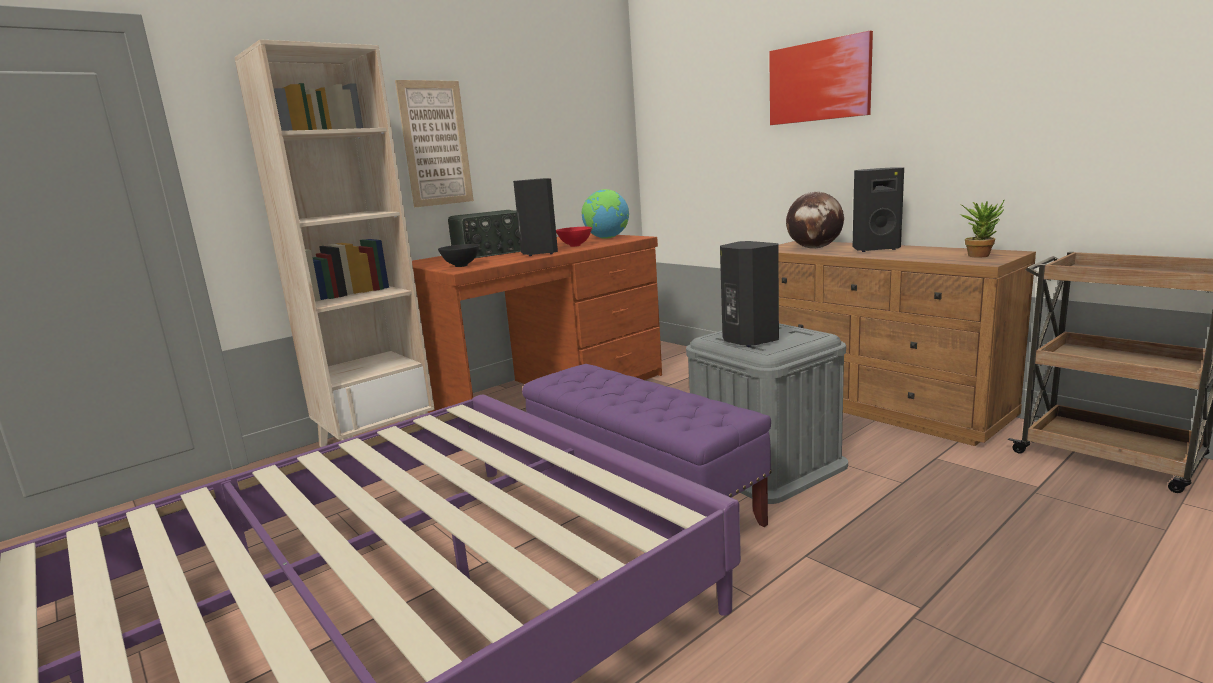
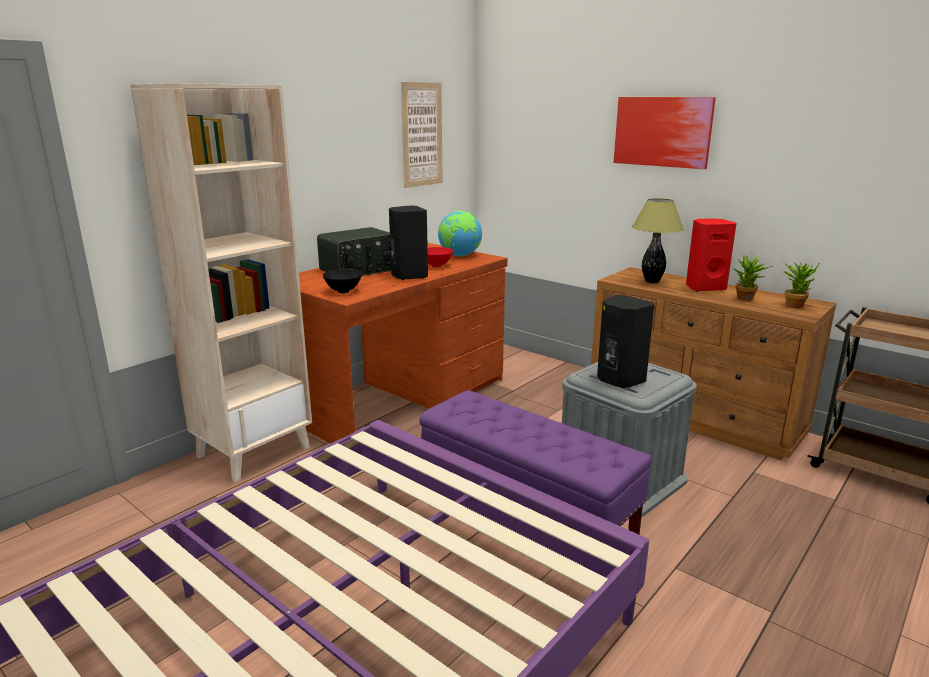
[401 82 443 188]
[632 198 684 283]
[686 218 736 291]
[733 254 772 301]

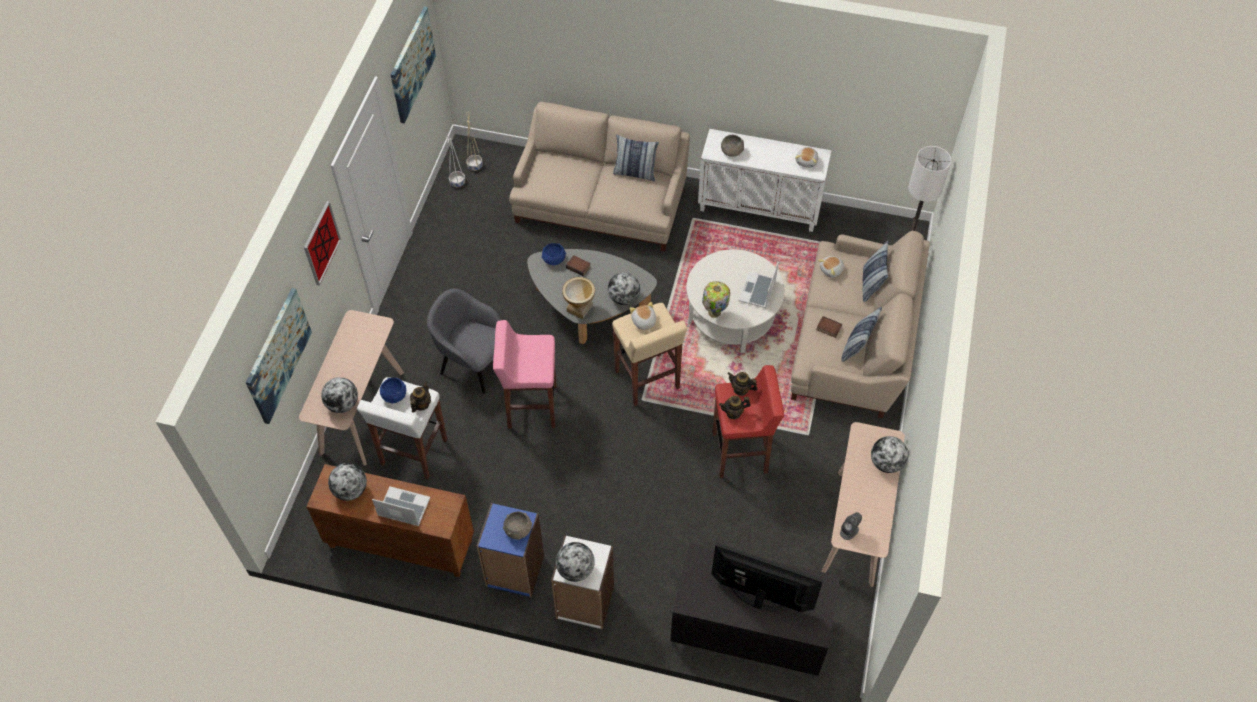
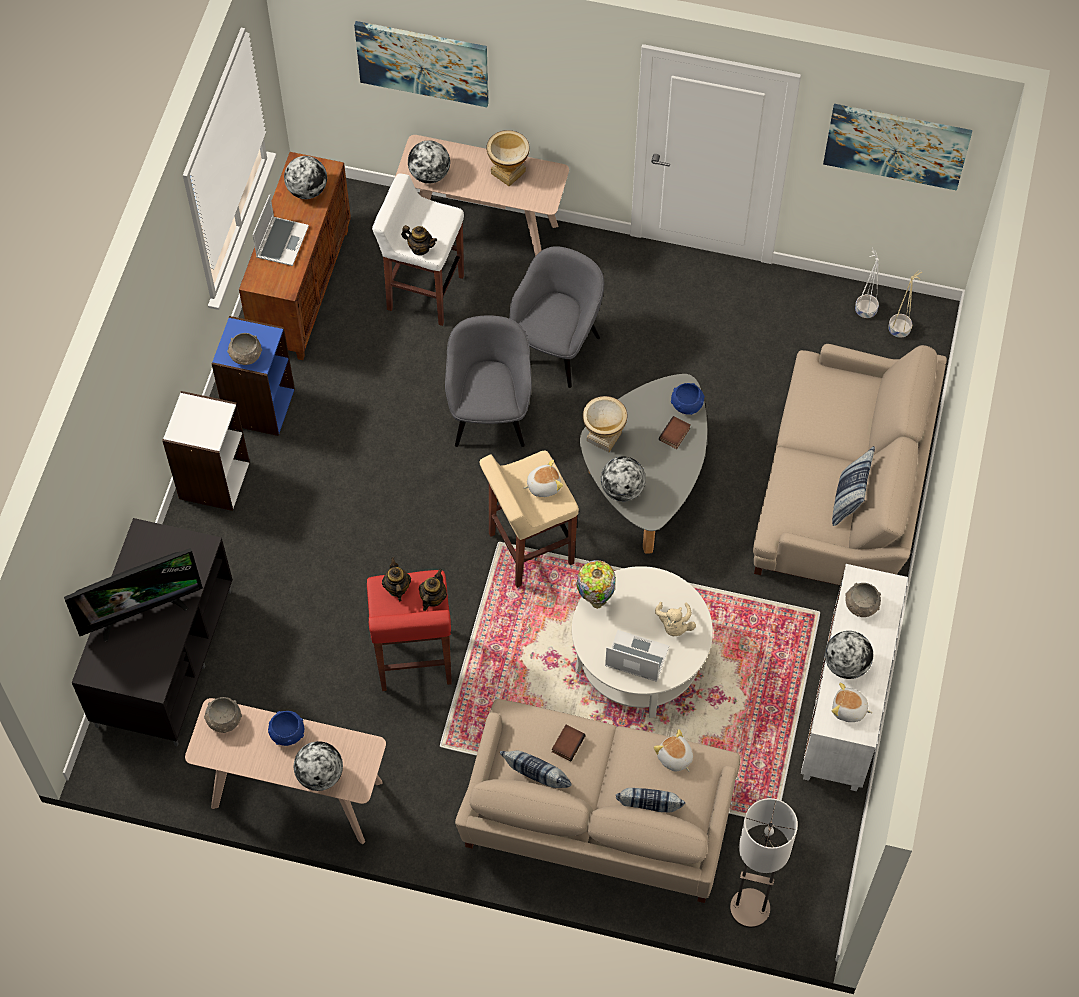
[304 201 341 286] (first image)
[268 711 304 746]
[445 315 532 447]
[825 631 873 679]
[64 548 203 641]
[204 697 242 733]
[486 130 530 186]
[655 602 696 636]

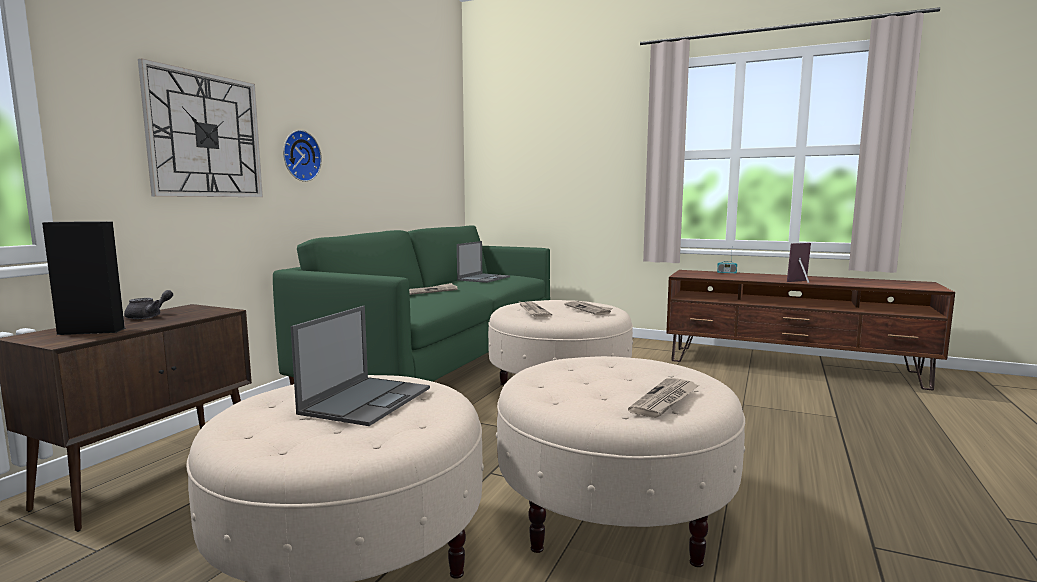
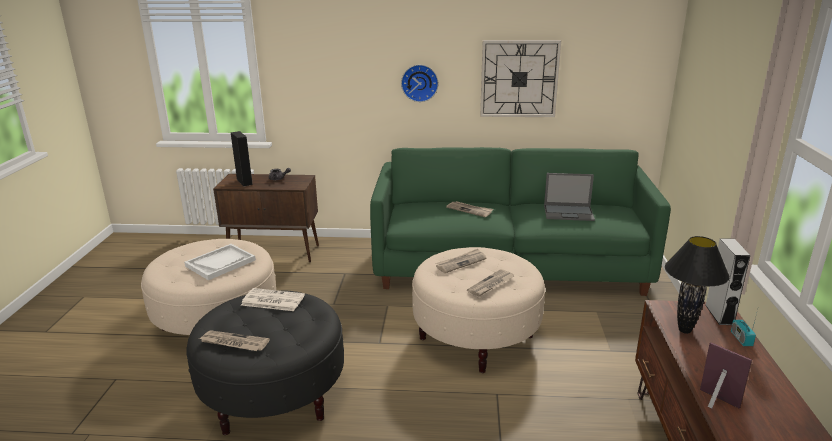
[480 40 561 117]
[184 244 256 280]
[186 290 344 435]
[241 288 305 311]
[665 236 730 334]
[705 238 750 325]

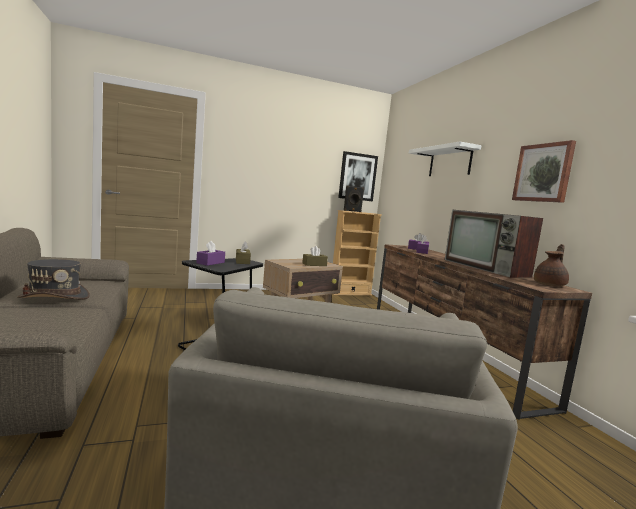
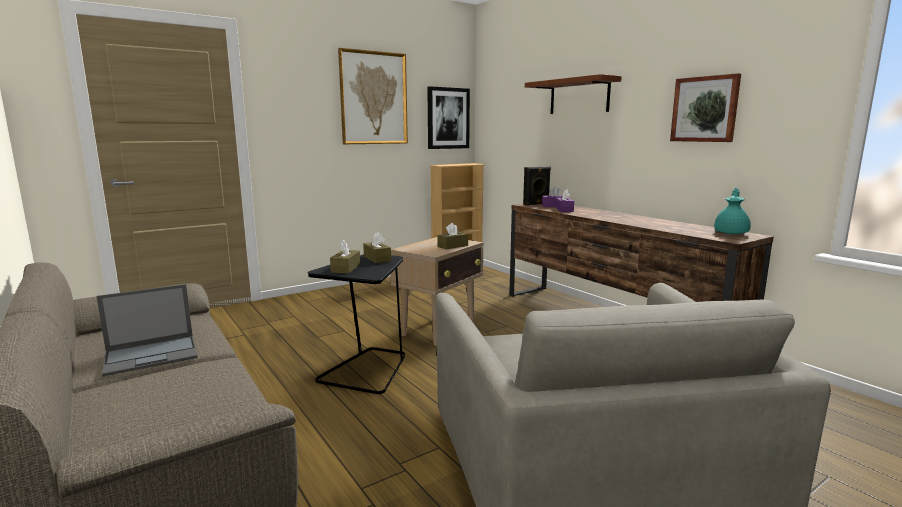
[96 284 198 376]
[330 240 360 273]
[523 167 551 206]
[525 74 622 114]
[445 210 543 278] (first image)
[714 188 751 234]
[338 48 408 144]

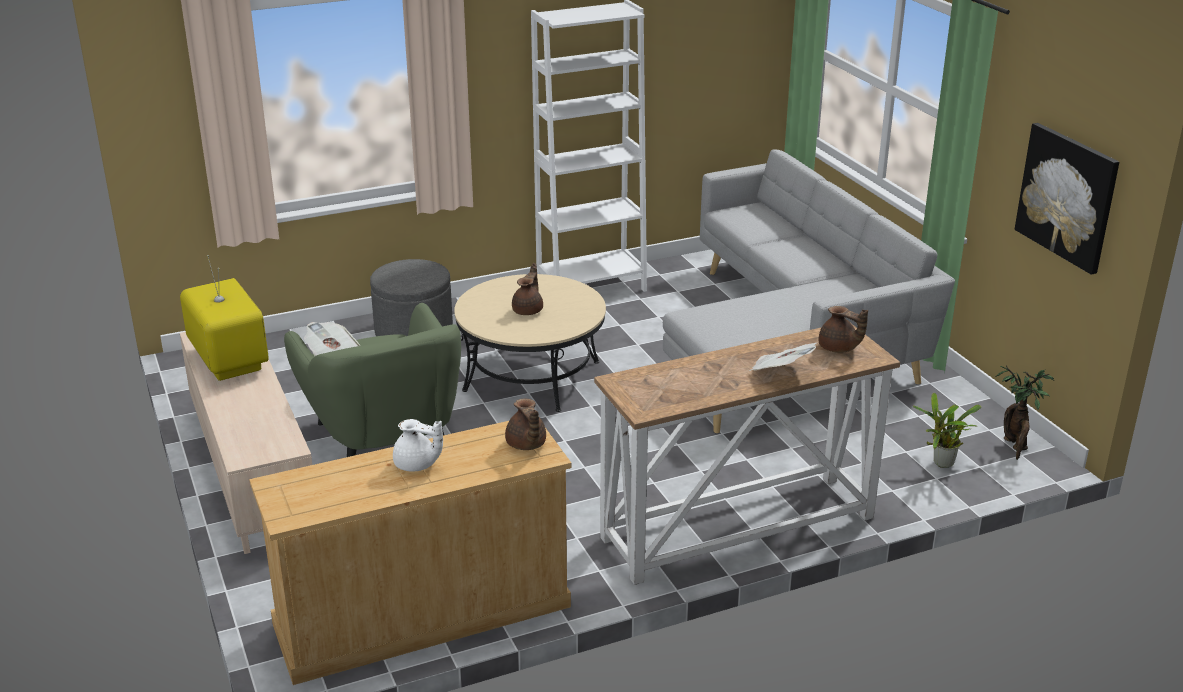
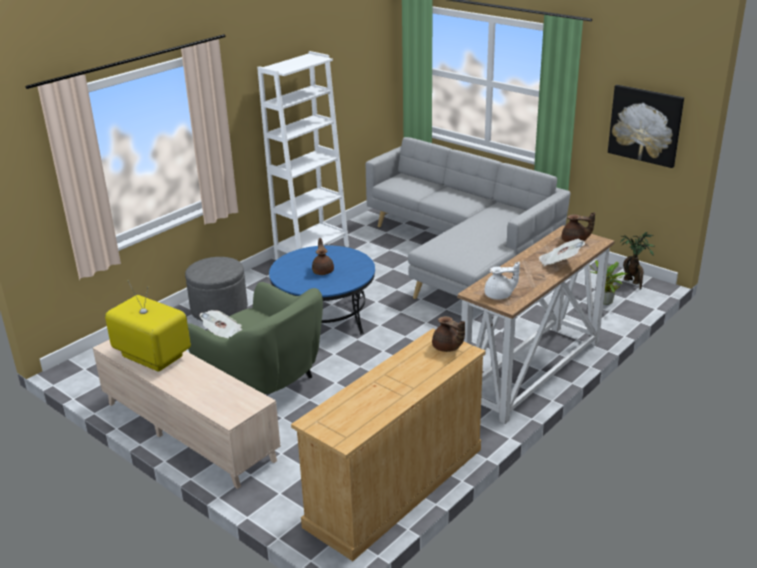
[485 262 520 299]
[269 245 375 335]

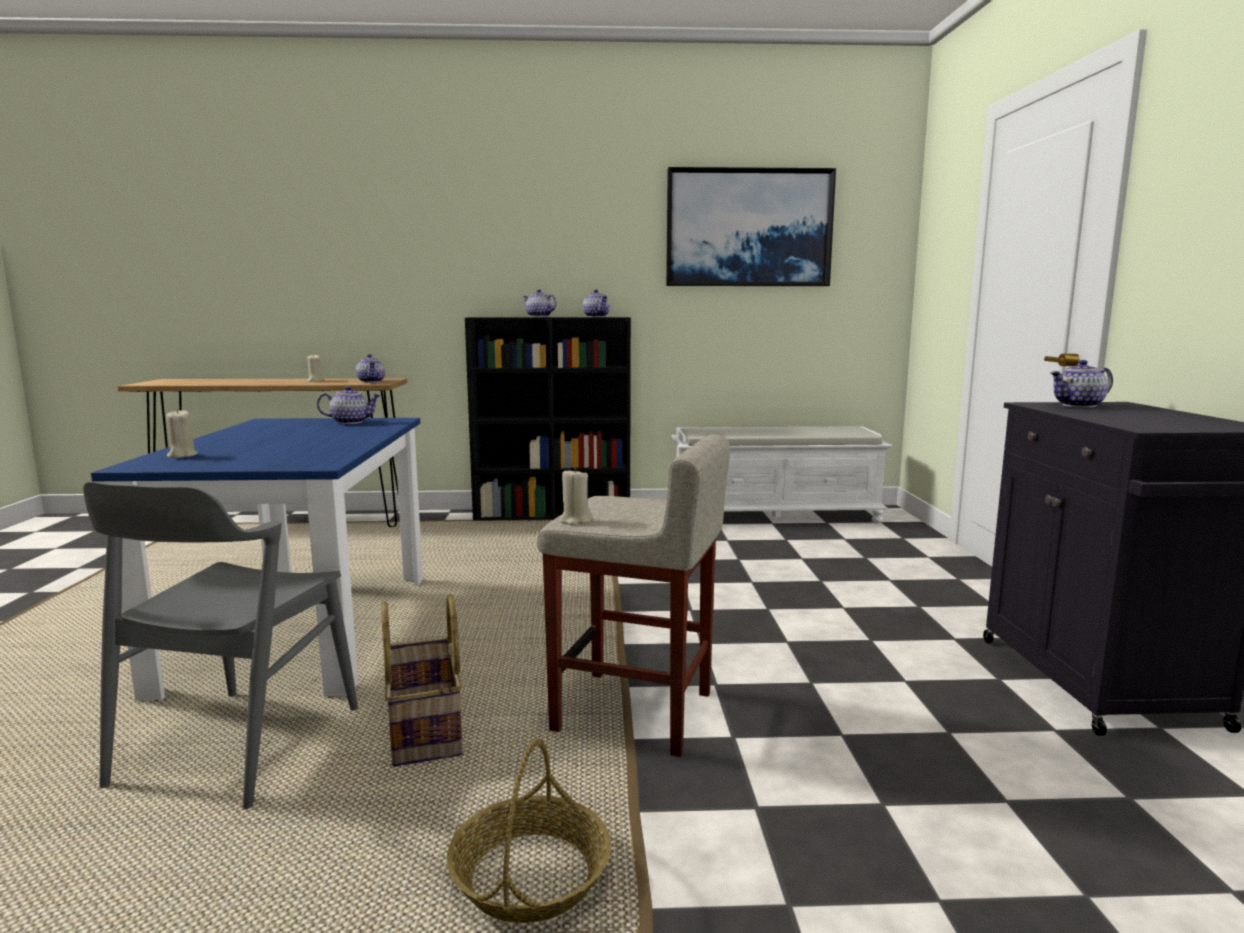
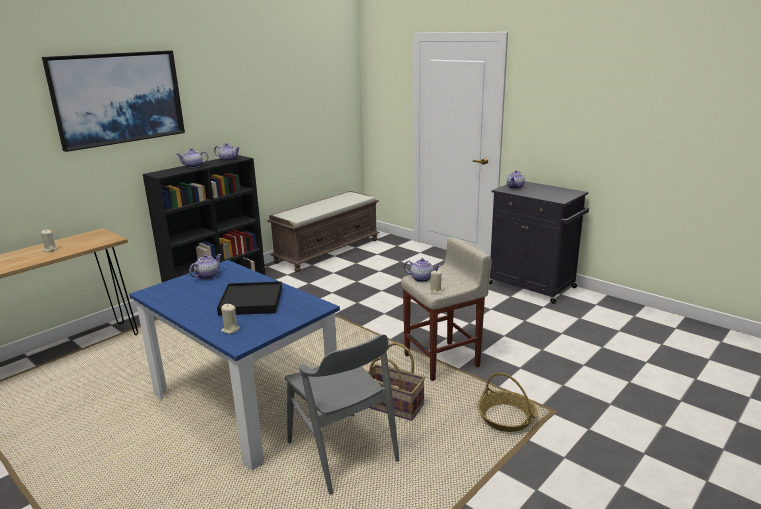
[404 258 441 282]
[42 51 185 152]
[267 191 380 272]
[217 281 282 316]

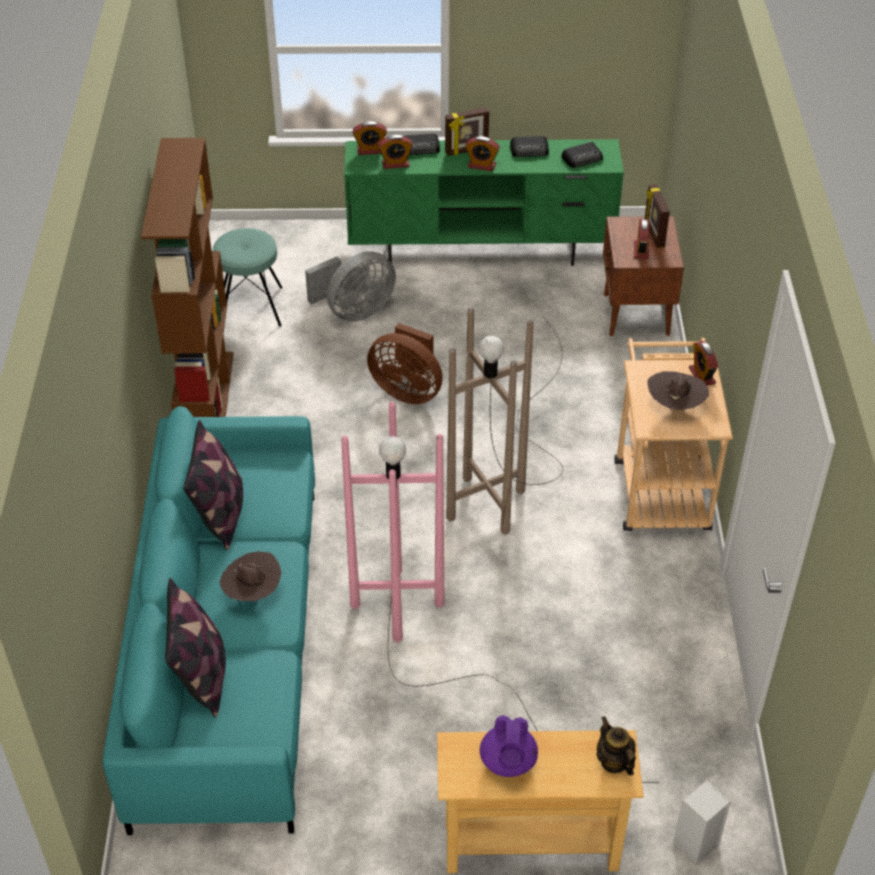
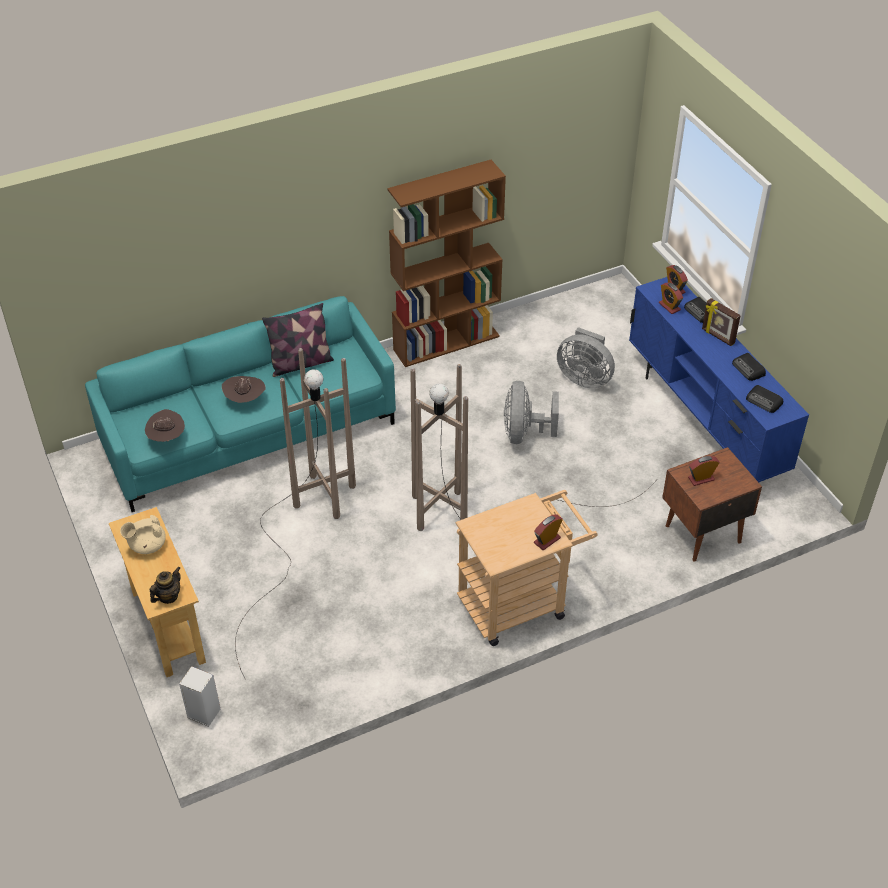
[165 578 226 718] (first image)
[213 228 283 326] (first image)
[235 348 356 678]
[629 277 809 482]
[504 381 559 444]
[465 136 500 171] (first image)
[120 515 166 554]
[645 184 670 248] (first image)
[145 409 185 442]

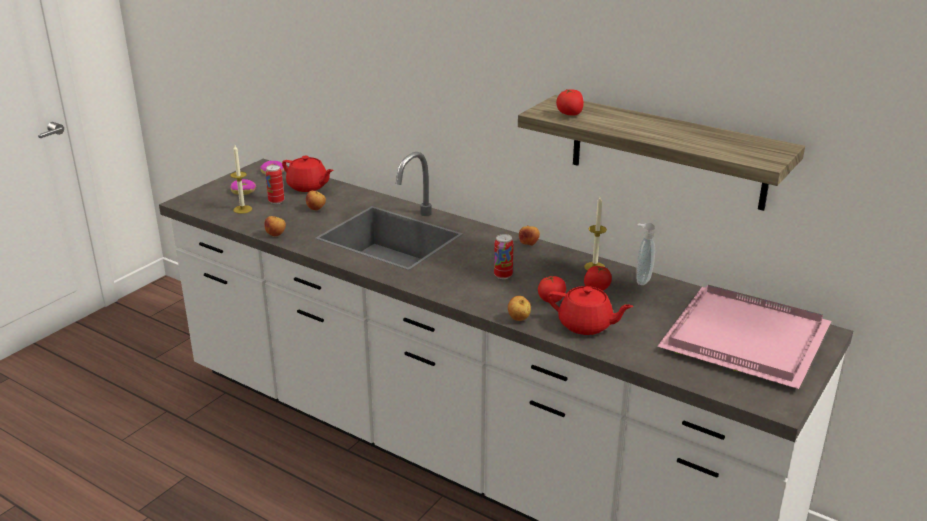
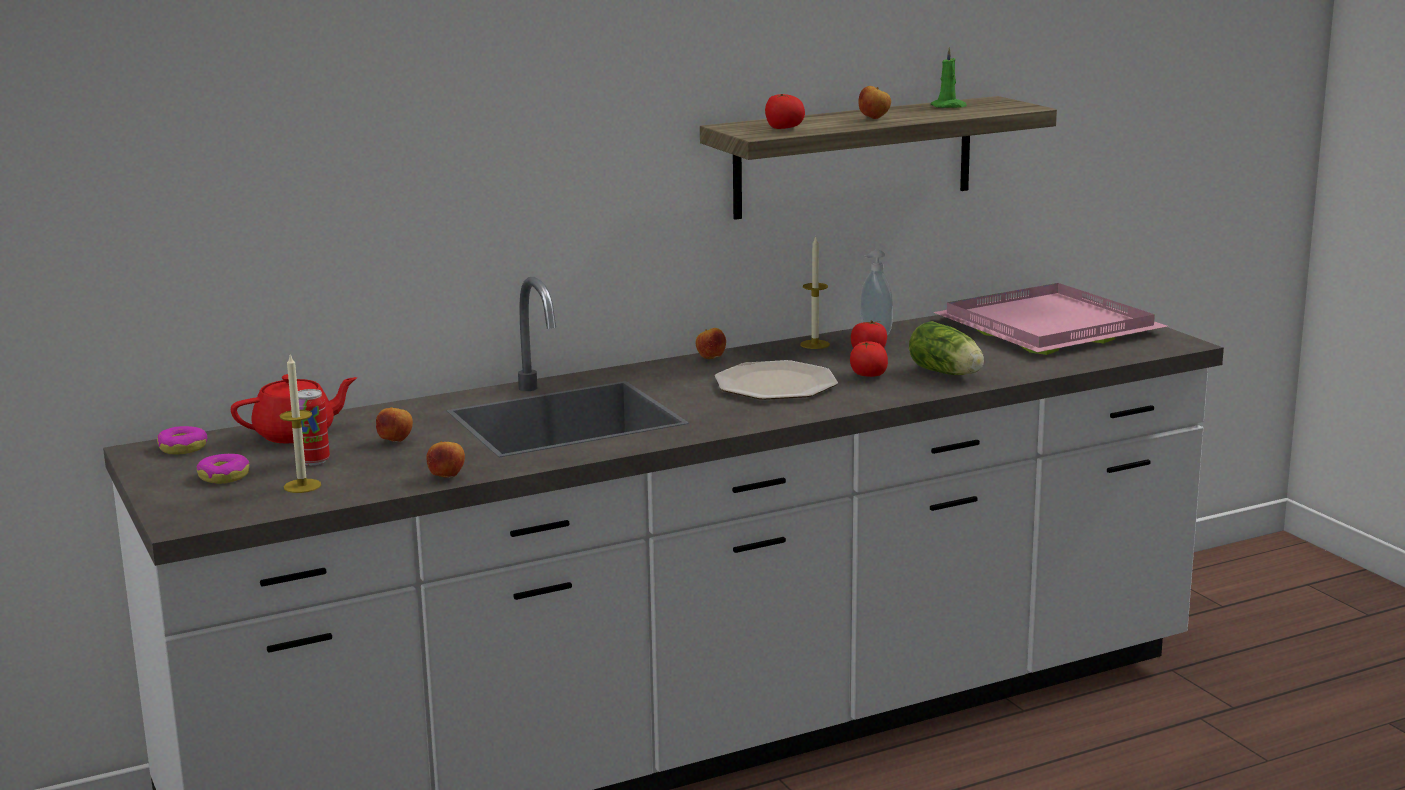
[715 360 838 400]
[859 86 891 119]
[909 321 984 375]
[931 47 967 108]

